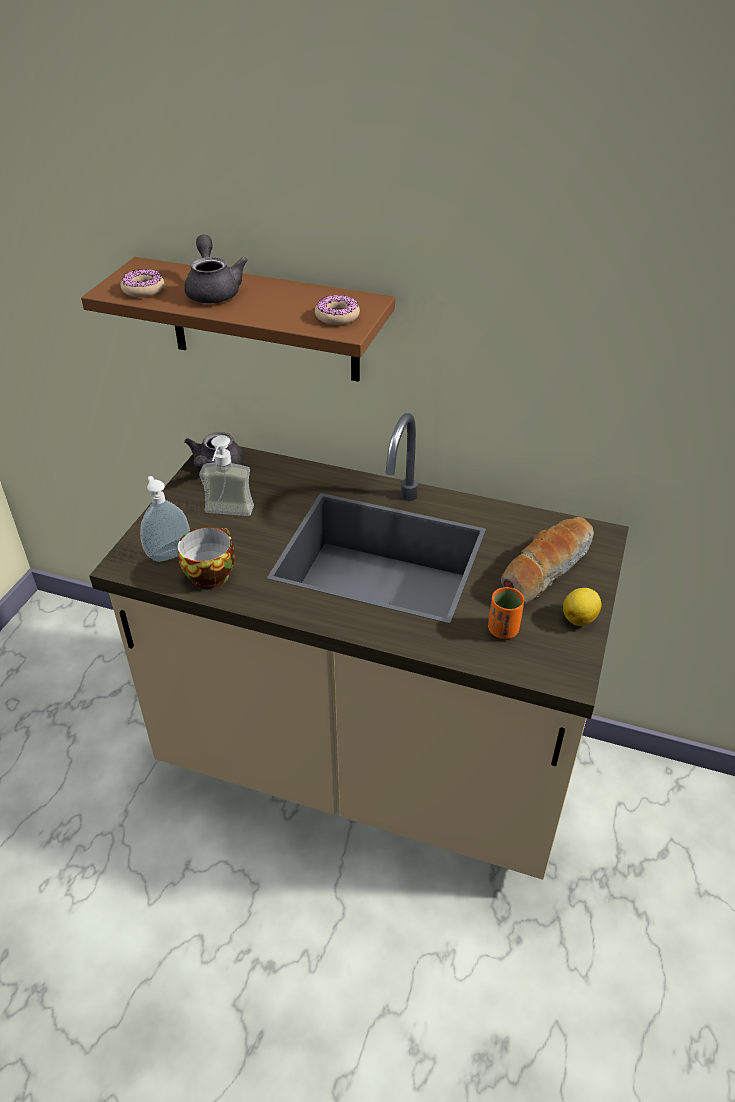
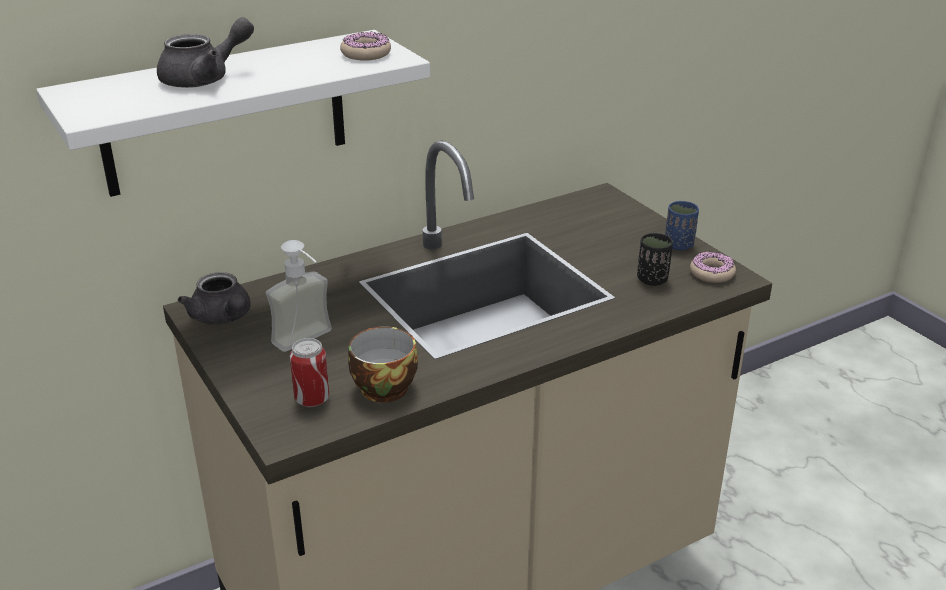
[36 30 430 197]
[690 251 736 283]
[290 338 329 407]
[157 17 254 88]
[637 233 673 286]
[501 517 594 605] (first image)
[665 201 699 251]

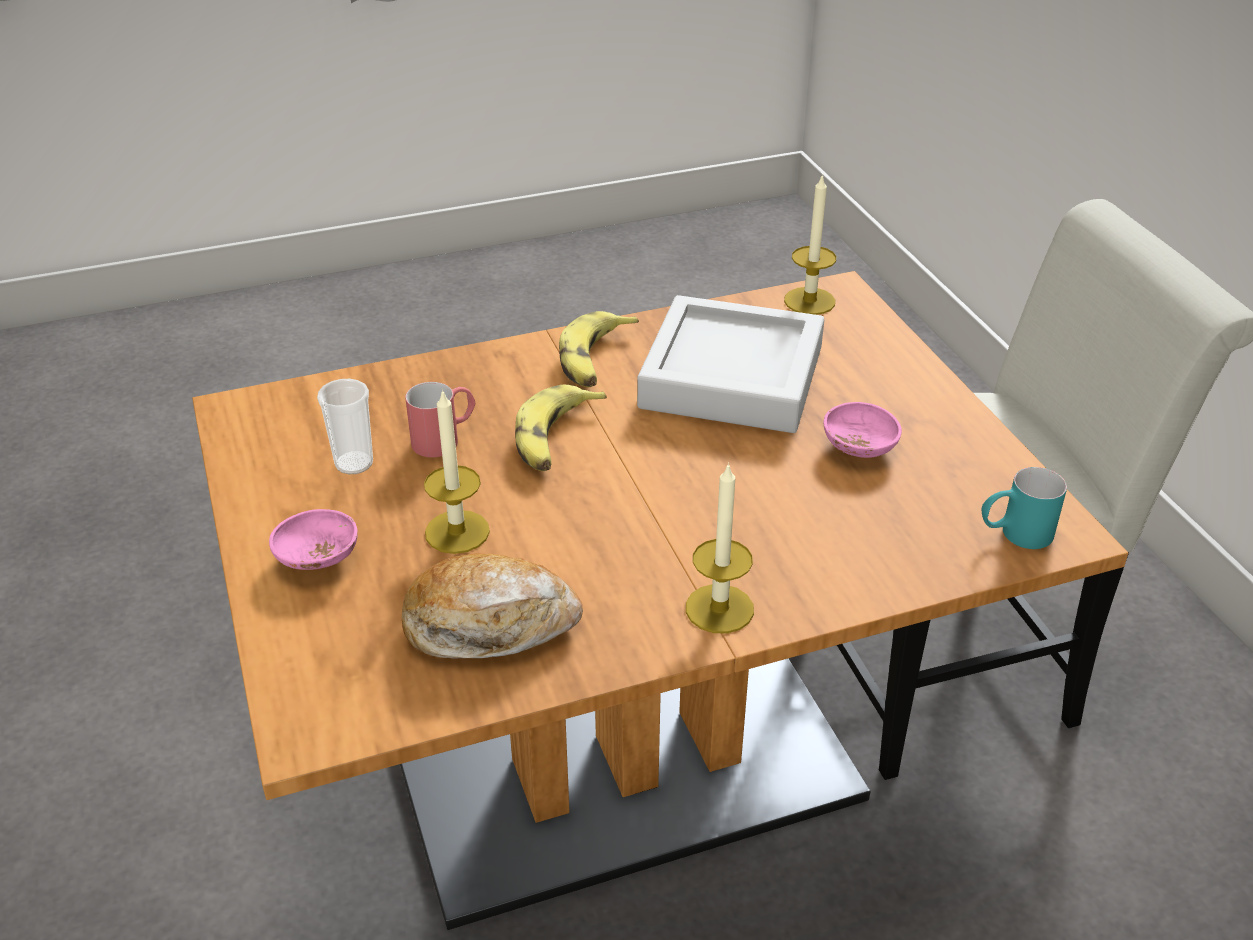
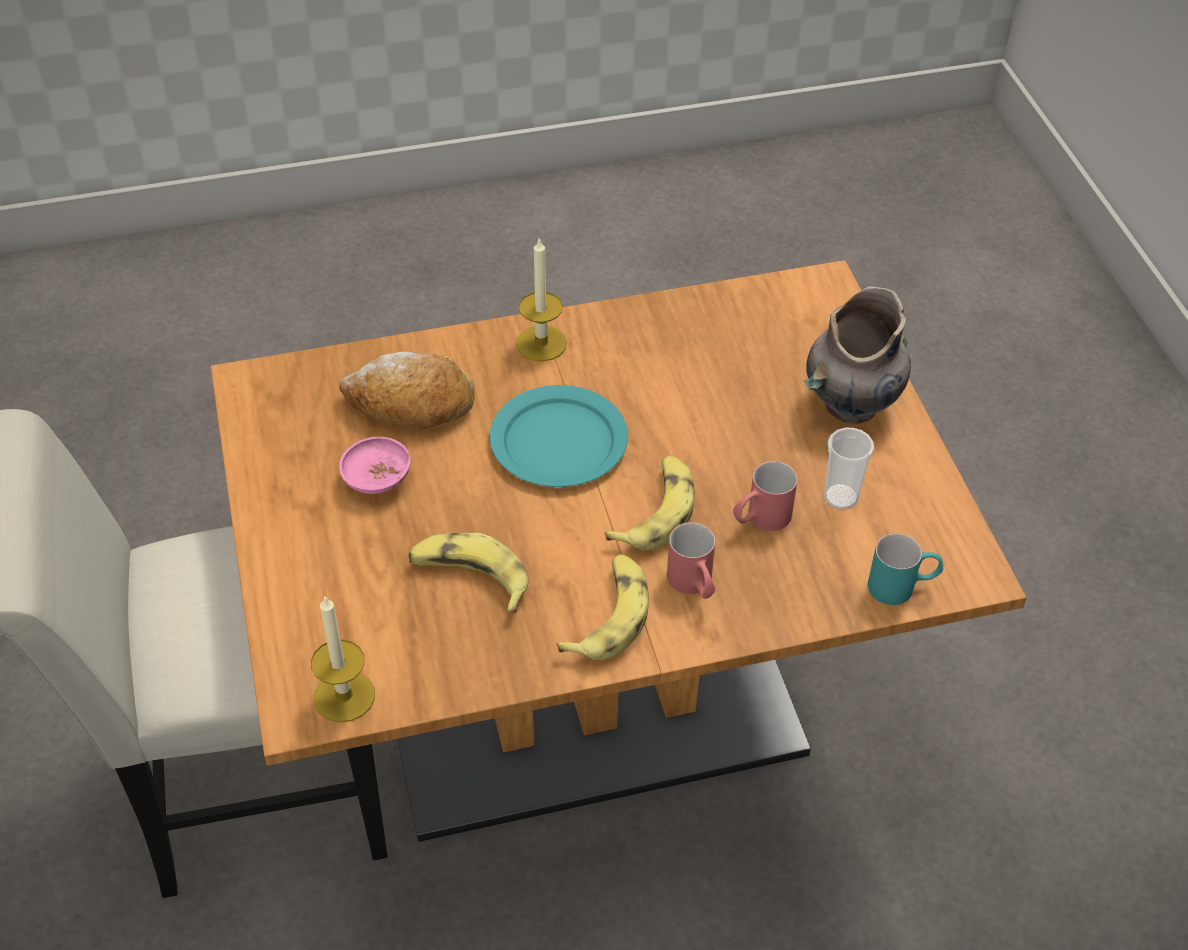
[804 286 911 424]
[339 352 475 429]
[424 389 490 554] (first image)
[408 533 529 614]
[868 533 943 605]
[490 385 628 487]
[667 522 715 599]

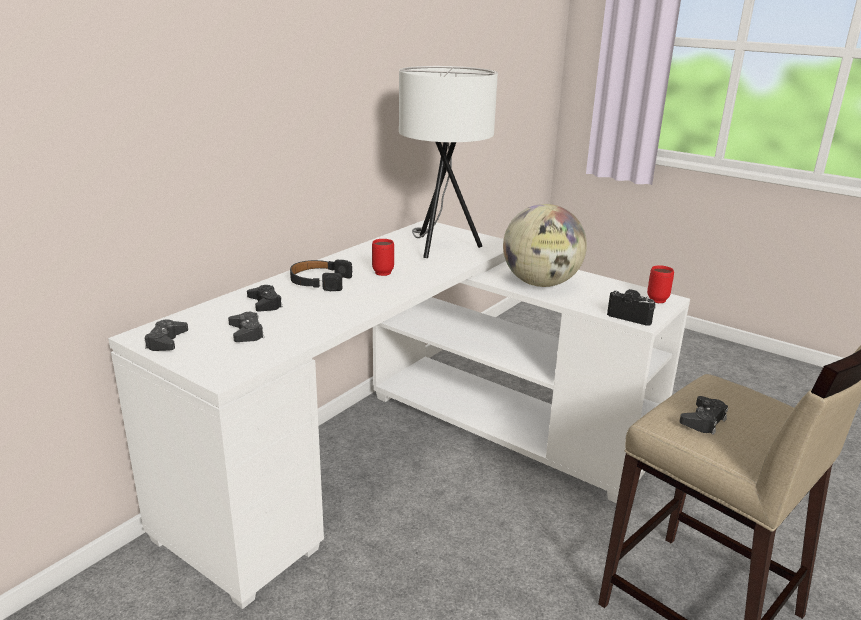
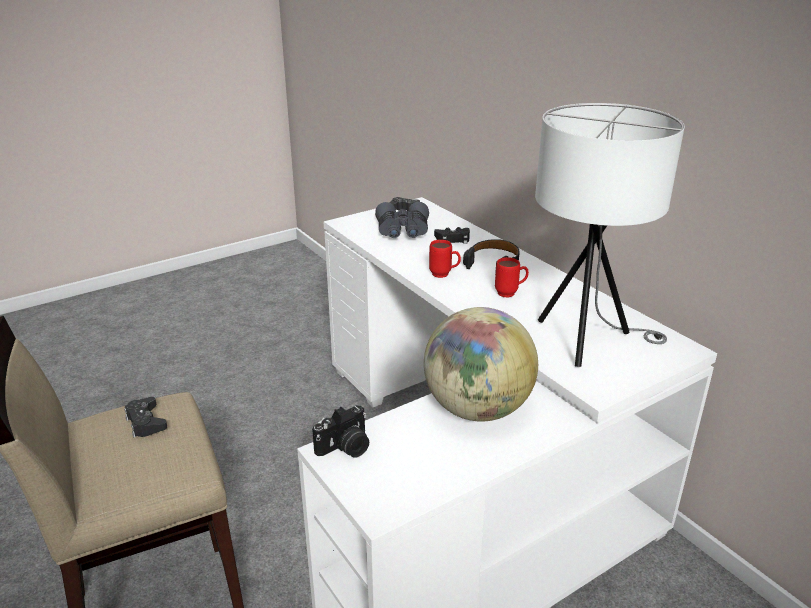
[375 202 429 238]
[429 240 461 278]

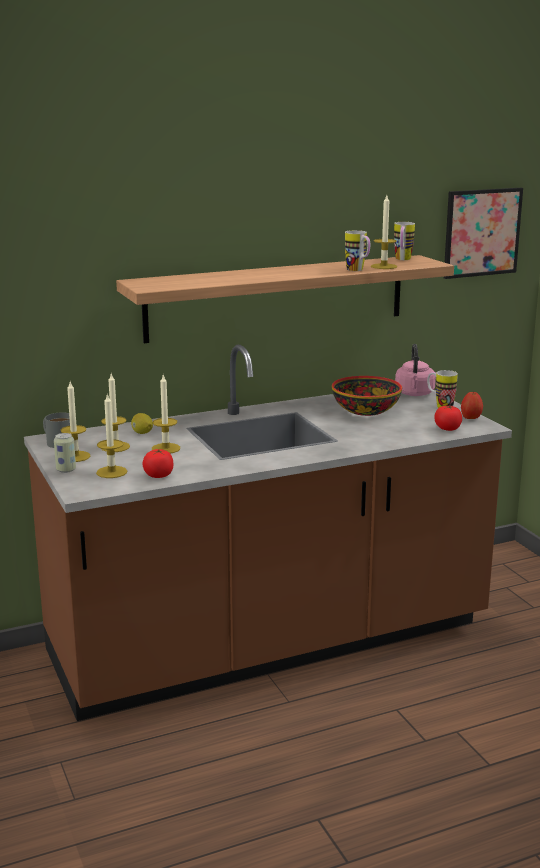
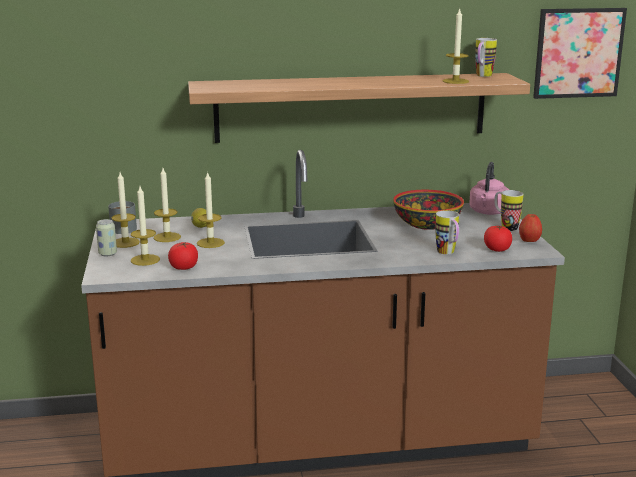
[436 210 459 255]

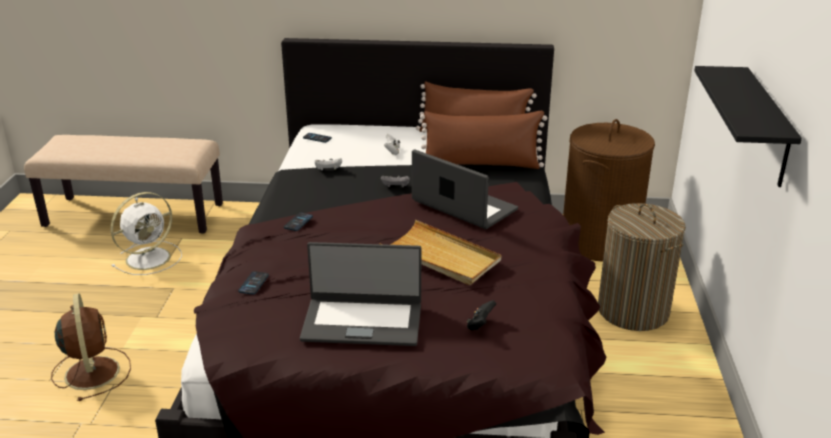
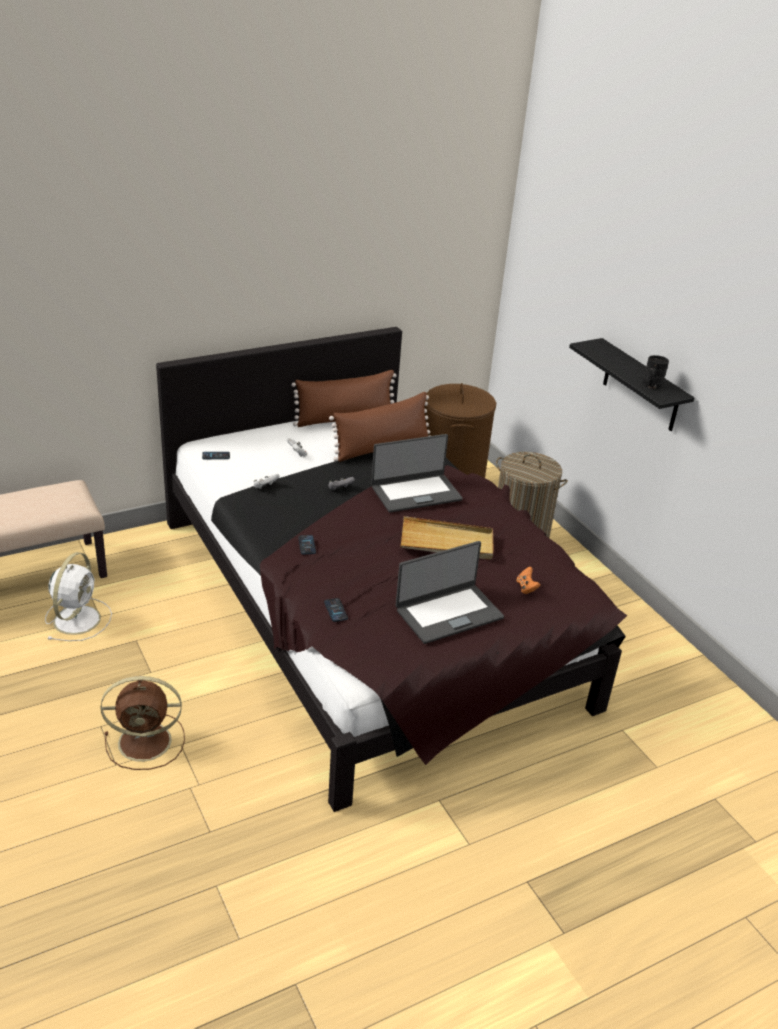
[101 676 185 770]
[371 434 463 513]
[517 567 540 594]
[642 355 669 389]

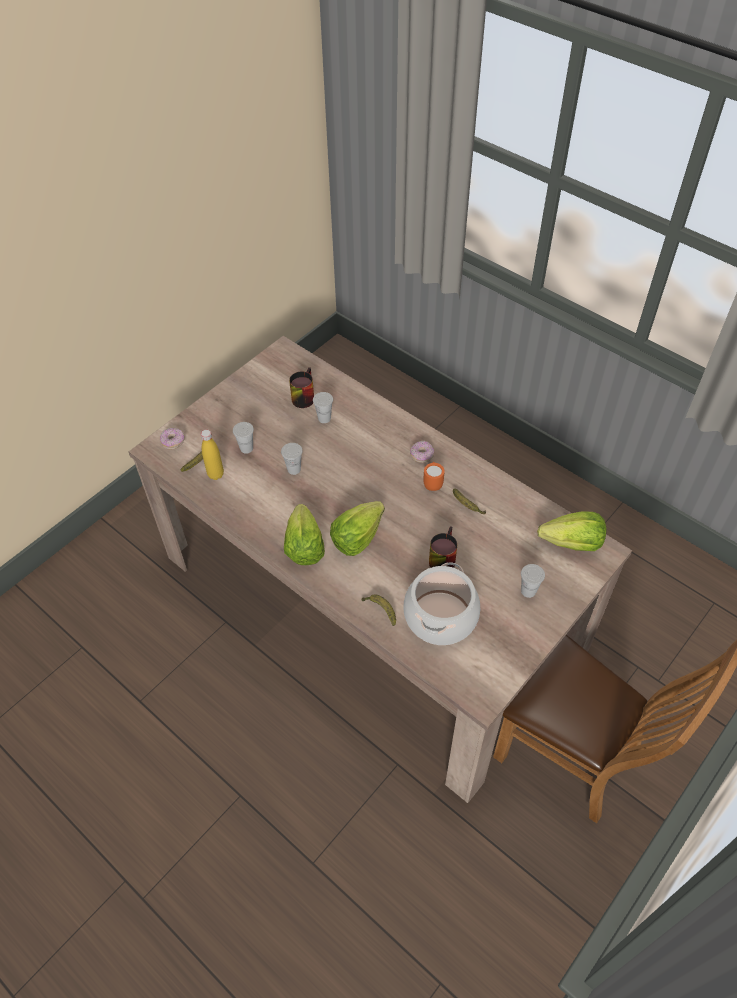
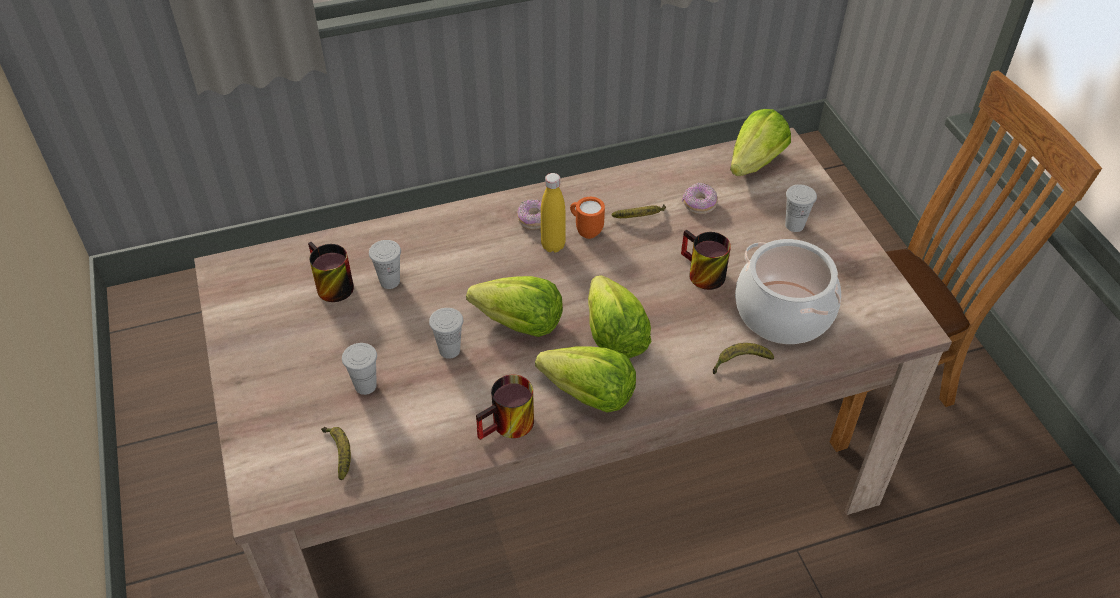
[682 183 718 214]
[541 173 566 253]
[466 276 563 337]
[476 375 534 440]

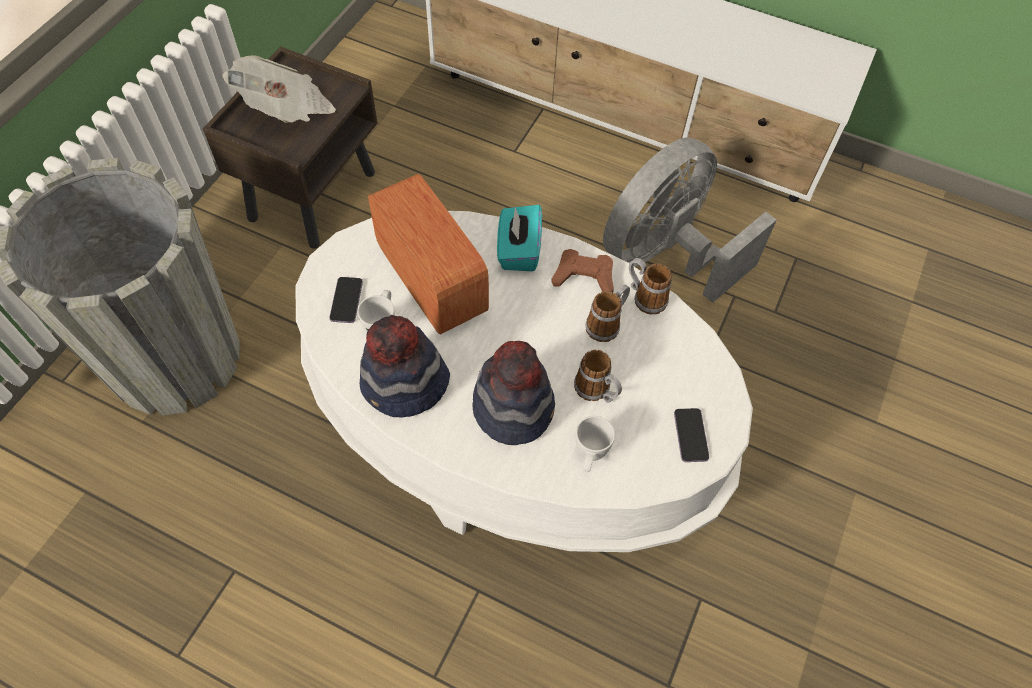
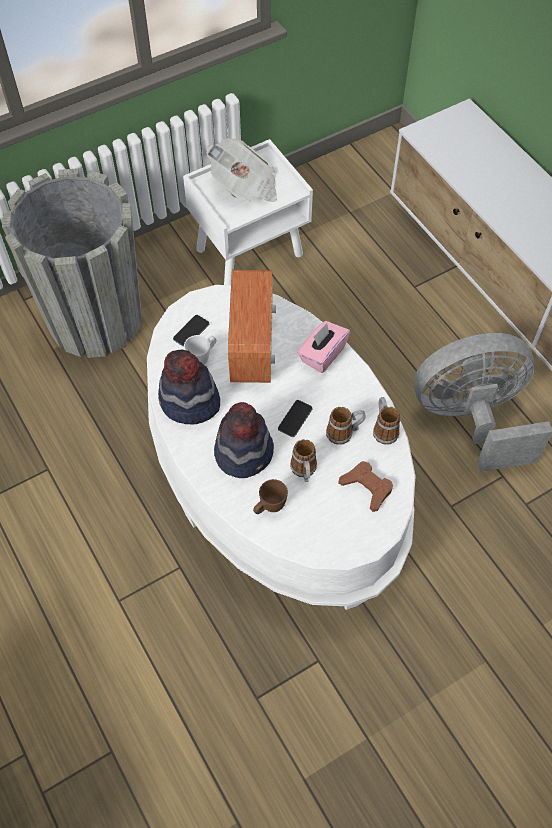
[183 139 313 285]
[298 321 350 373]
[338 461 393 512]
[253 479 288 514]
[278 400 312 437]

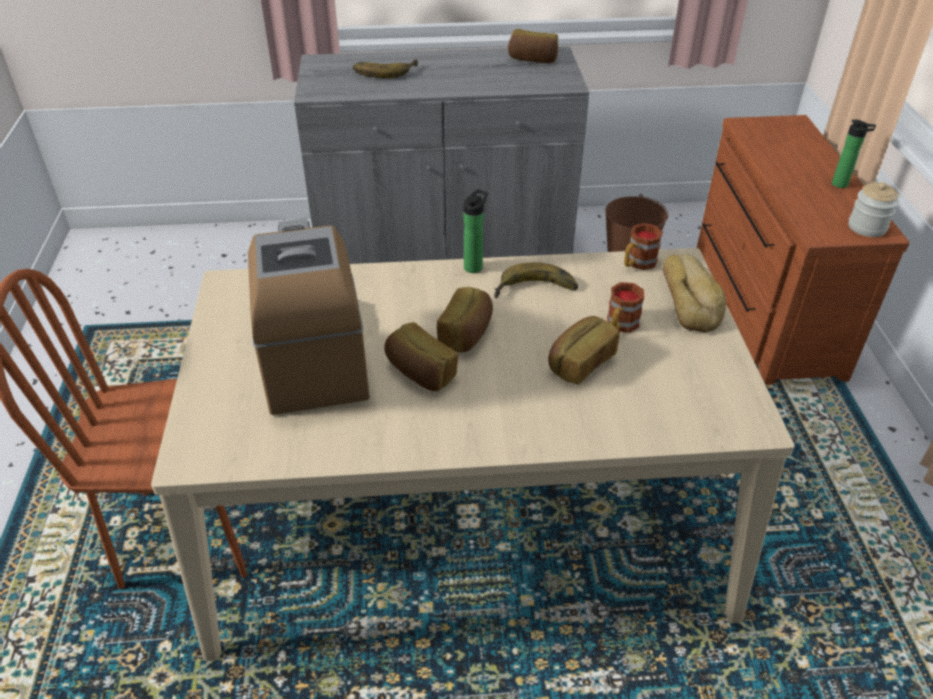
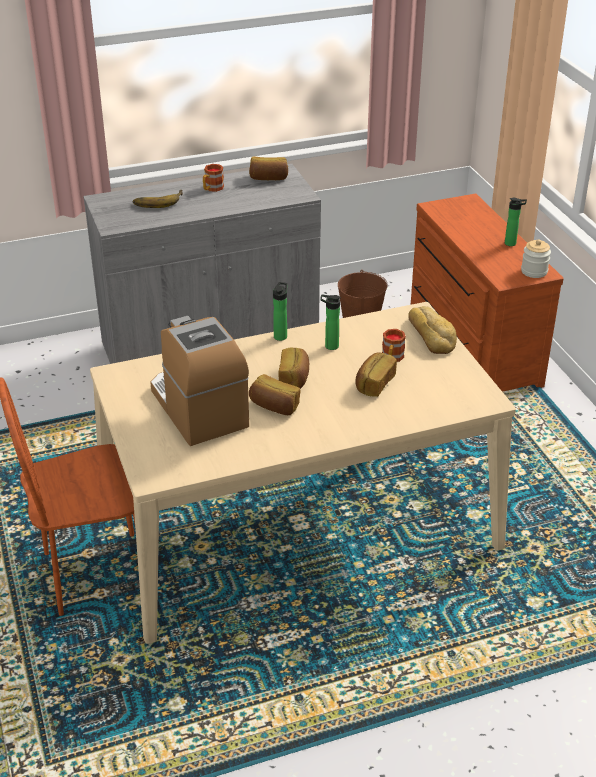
[320 294 341 350]
[203 164 224 192]

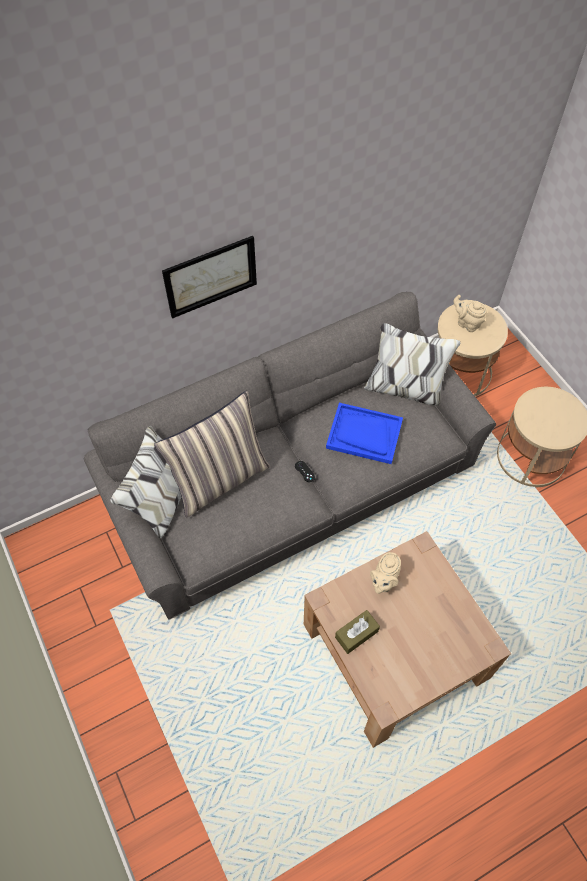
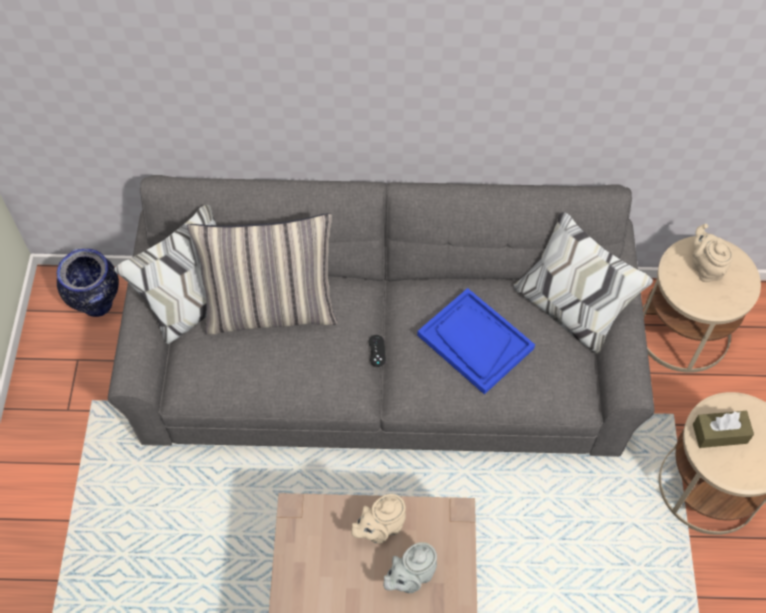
[162 236 257 319] (first image)
[693 411 754 448]
[57 249 119 317]
[383 542 437 593]

